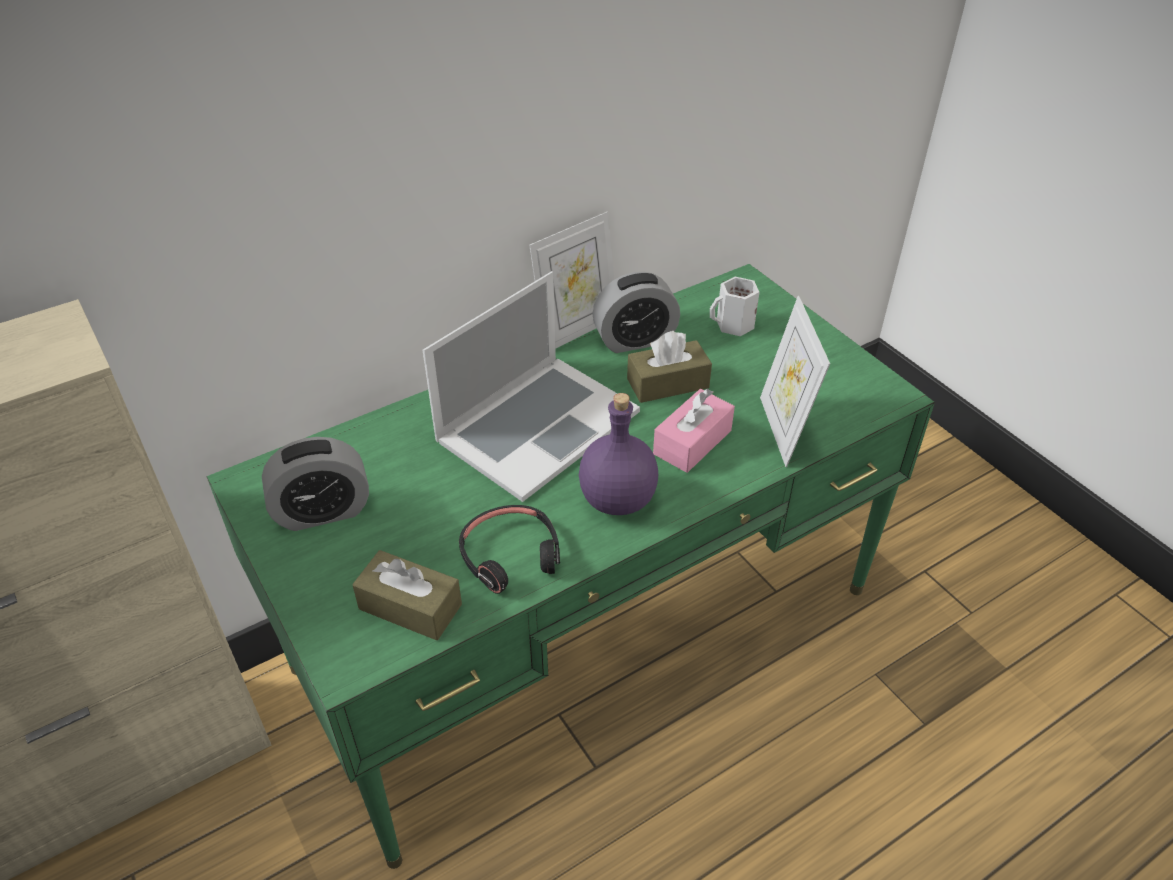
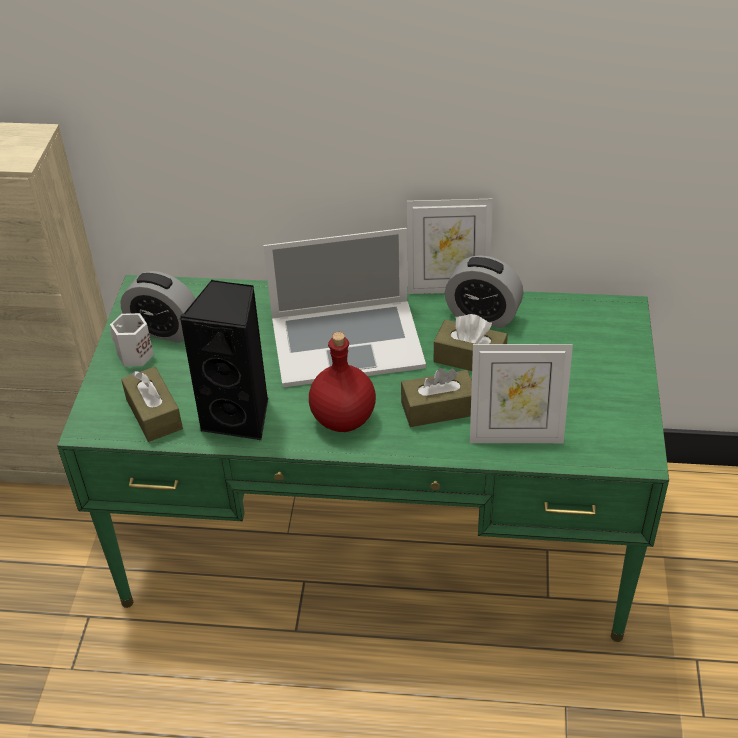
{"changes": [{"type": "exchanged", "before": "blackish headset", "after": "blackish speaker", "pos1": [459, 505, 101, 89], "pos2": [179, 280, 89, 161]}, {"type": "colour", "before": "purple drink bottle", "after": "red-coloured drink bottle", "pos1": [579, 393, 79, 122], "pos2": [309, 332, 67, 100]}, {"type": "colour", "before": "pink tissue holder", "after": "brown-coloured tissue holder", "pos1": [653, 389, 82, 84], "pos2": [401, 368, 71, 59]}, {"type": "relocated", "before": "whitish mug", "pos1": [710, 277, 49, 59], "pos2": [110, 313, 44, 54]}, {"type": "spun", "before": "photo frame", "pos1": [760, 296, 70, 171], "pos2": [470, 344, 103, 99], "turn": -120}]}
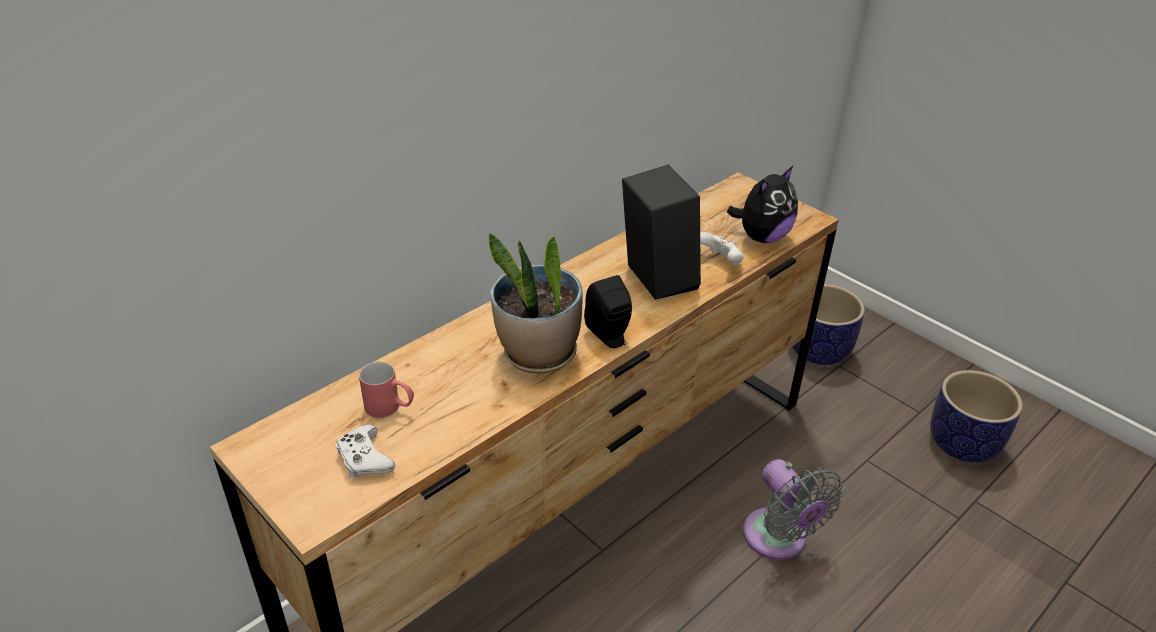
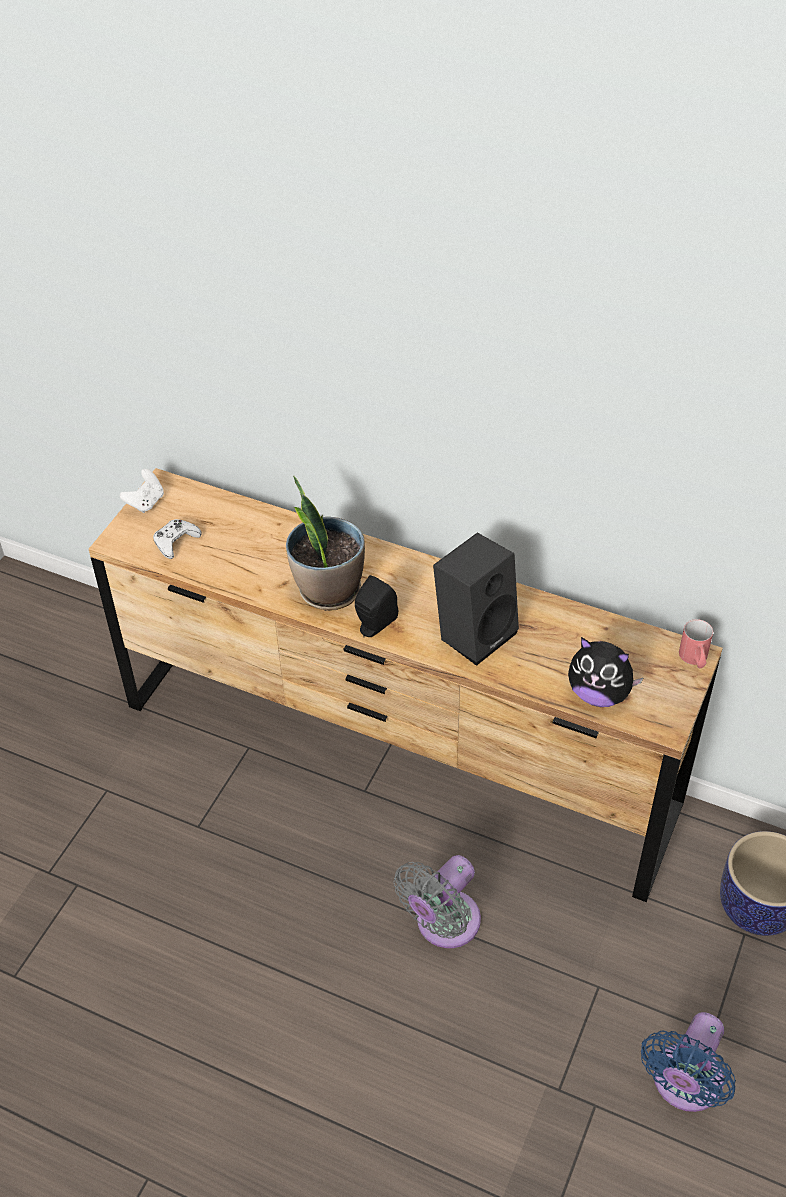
{"changes": [{"type": "relocated", "before": "red-coloured mug", "pos1": [359, 362, 55, 56], "pos2": [679, 619, 34, 49]}, {"type": "relocated", "before": "whitish joypad", "pos1": [700, 232, 44, 34], "pos2": [120, 469, 44, 44]}, {"type": "exchanged", "before": "planter", "after": "blue-coloured cooling fan", "pos1": [930, 370, 93, 93], "pos2": [641, 1012, 95, 100]}]}
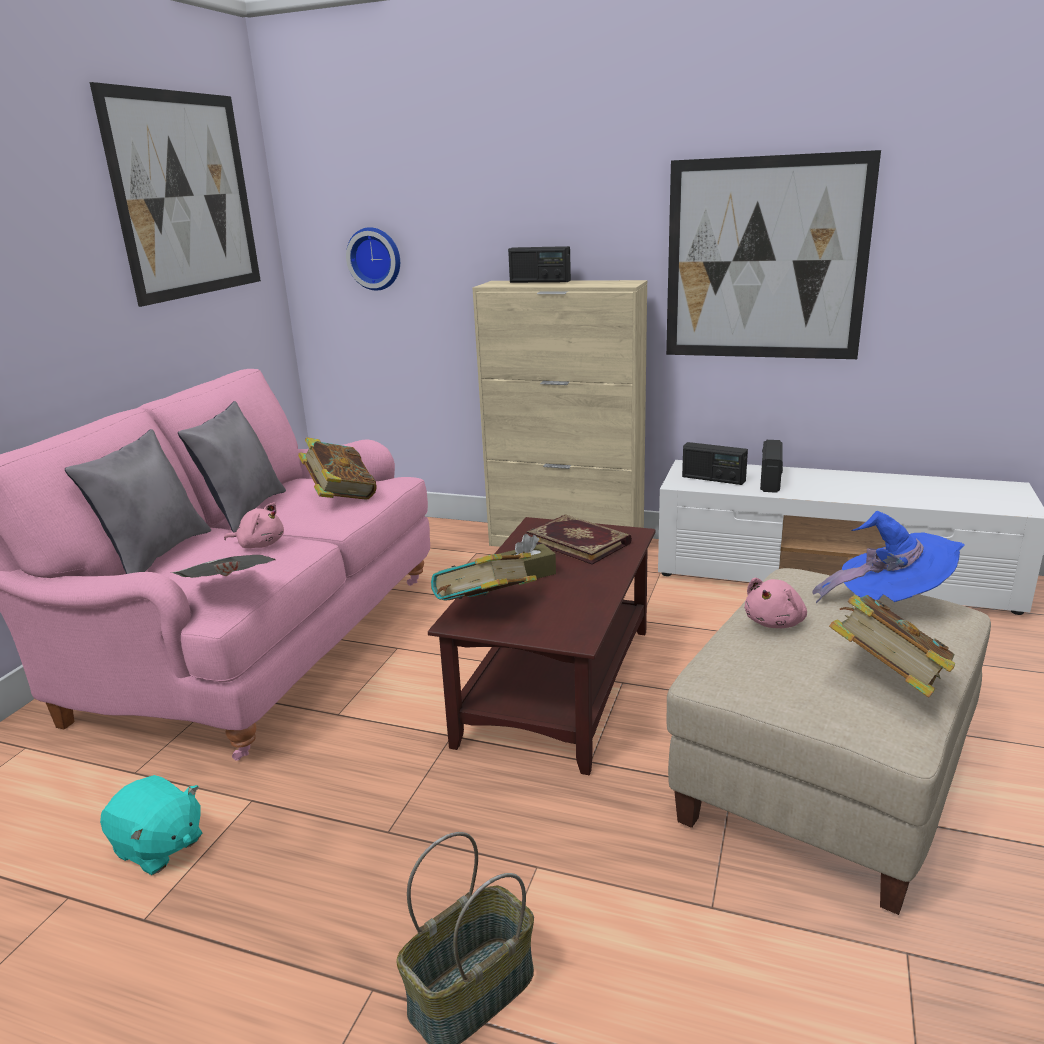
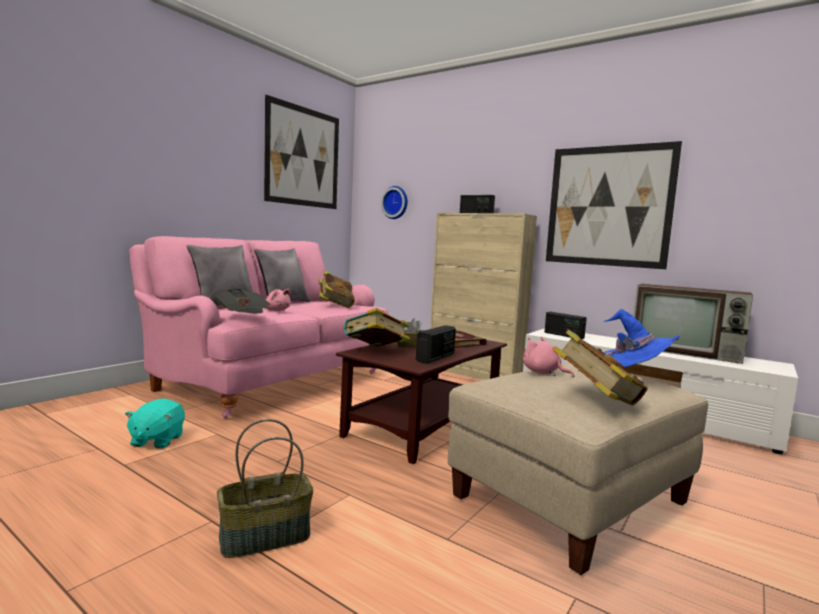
{"changes": [{"type": "spun", "before": "turquoise-coloured soft toy", "pos1": [100, 775, 102, 100], "pos2": [125, 398, 60, 51], "turn": 45}, {"type": "spun", "before": "pink soft toy", "pos1": [744, 578, 63, 50], "pos2": [523, 336, 51, 41], "turn": 75}, {"type": "relocated", "before": "radio receiver", "pos1": [760, 440, 23, 53], "pos2": [416, 325, 40, 39]}, {"type": "appeared", "after": "TV set", "pos2": [634, 284, 119, 80]}]}
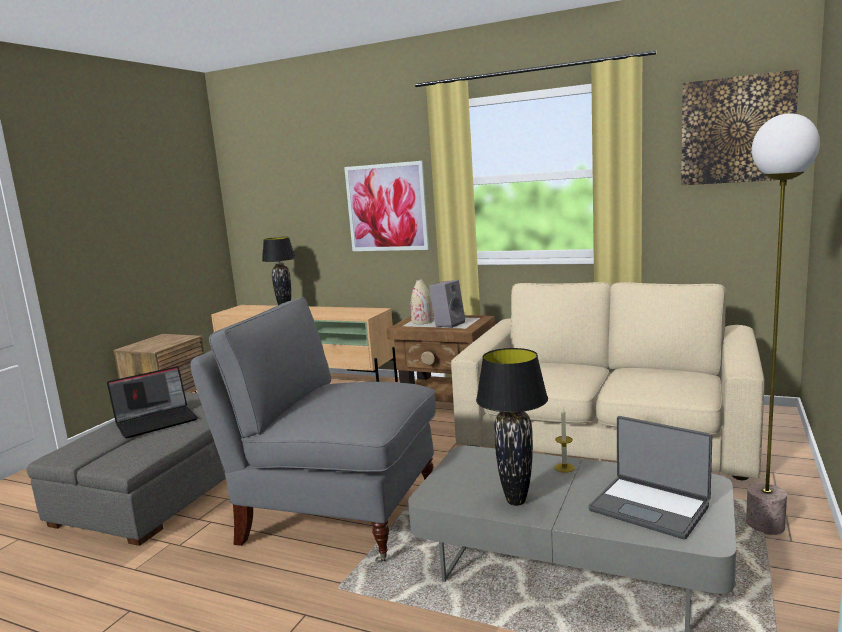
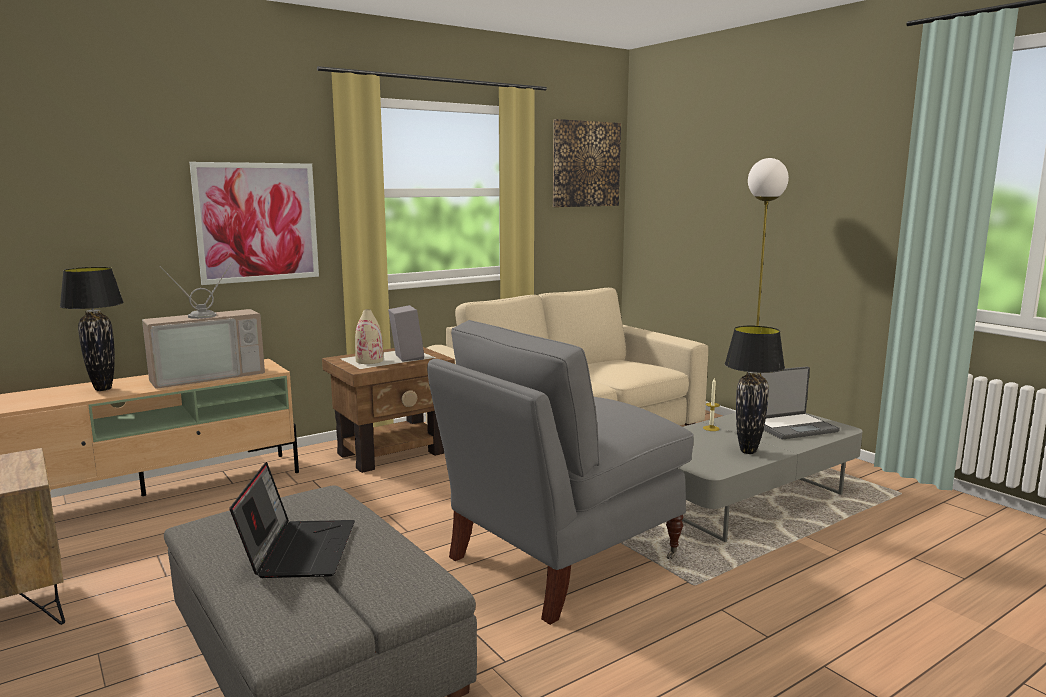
{"changes": [{"type": "appeared", "after": "TV set", "pos2": [142, 262, 123, 127]}]}
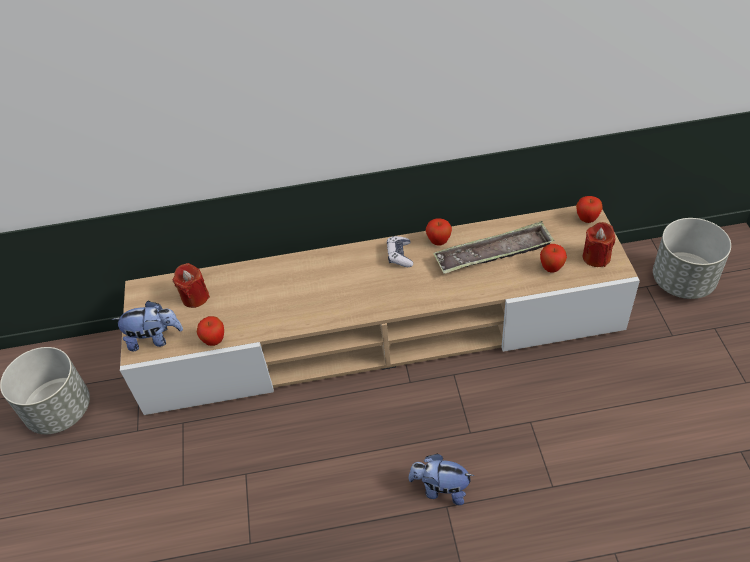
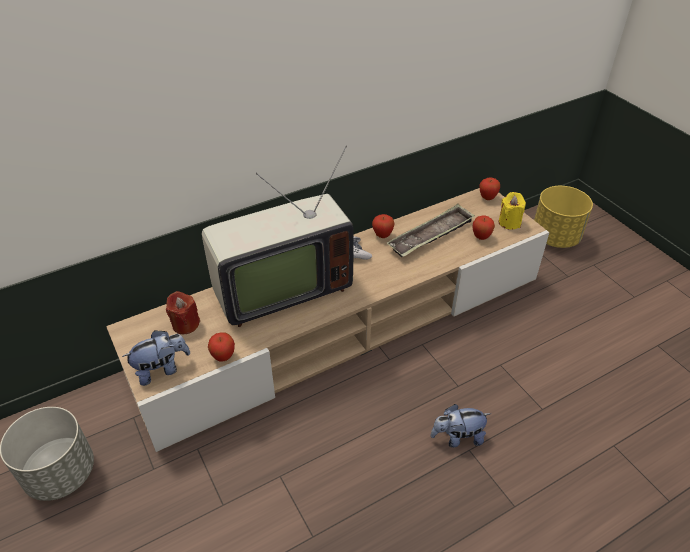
{"changes": [{"type": "colour", "before": "red-coloured candle", "after": "yellow-coloured candle", "pos1": [583, 222, 33, 45], "pos2": [499, 192, 27, 38]}, {"type": "colour", "before": "greyish planter", "after": "yellow-coloured planter", "pos1": [653, 218, 78, 81], "pos2": [534, 186, 59, 62]}, {"type": "appeared", "after": "TV set", "pos2": [202, 146, 152, 181]}]}
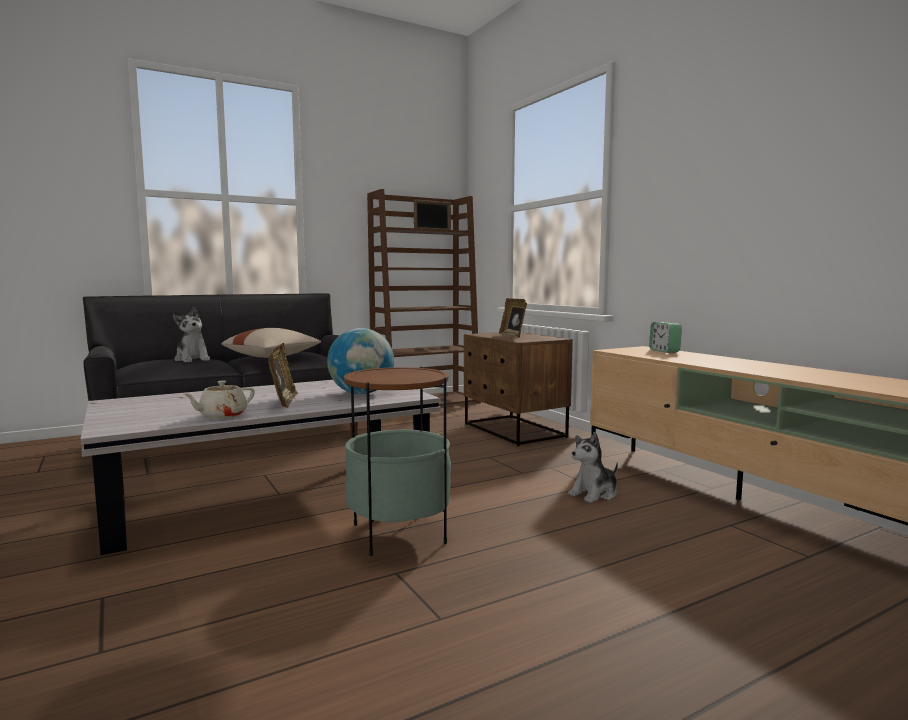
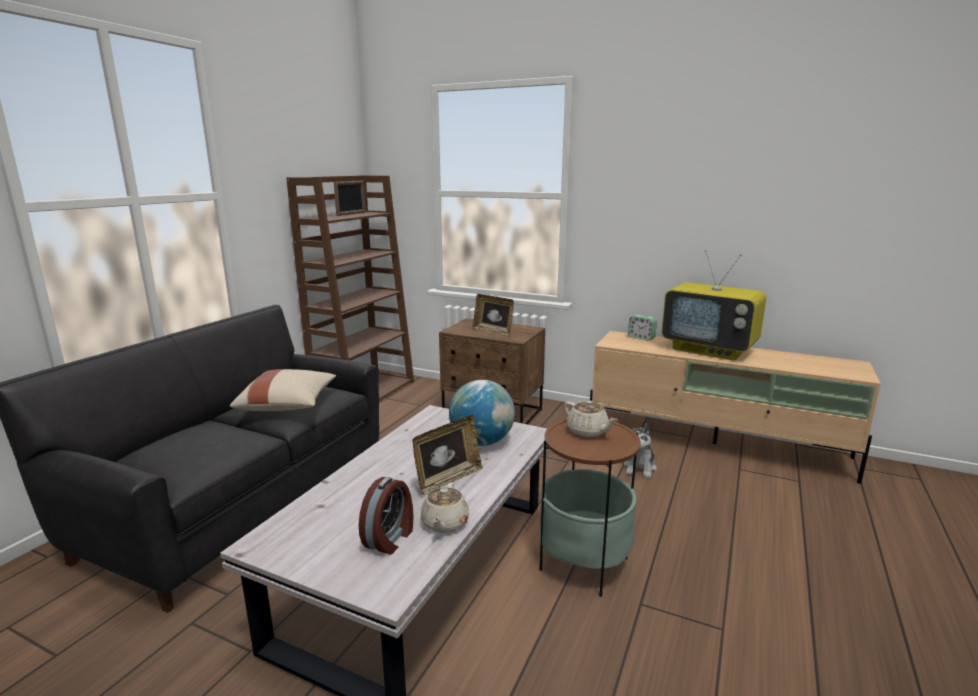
{"changes": [{"type": "missing", "before": "soft toy", "pos1": [173, 307, 37, 55]}, {"type": "spun", "before": "photo frame", "pos1": [268, 343, 30, 65], "pos2": [412, 415, 71, 80], "turn": 90}, {"type": "appeared", "after": "table clock", "pos2": [359, 477, 54, 77]}, {"type": "appeared", "after": "beige-coloured pot for tea", "pos2": [565, 400, 52, 38]}, {"type": "appeared", "after": "TV set", "pos2": [662, 250, 104, 110]}]}
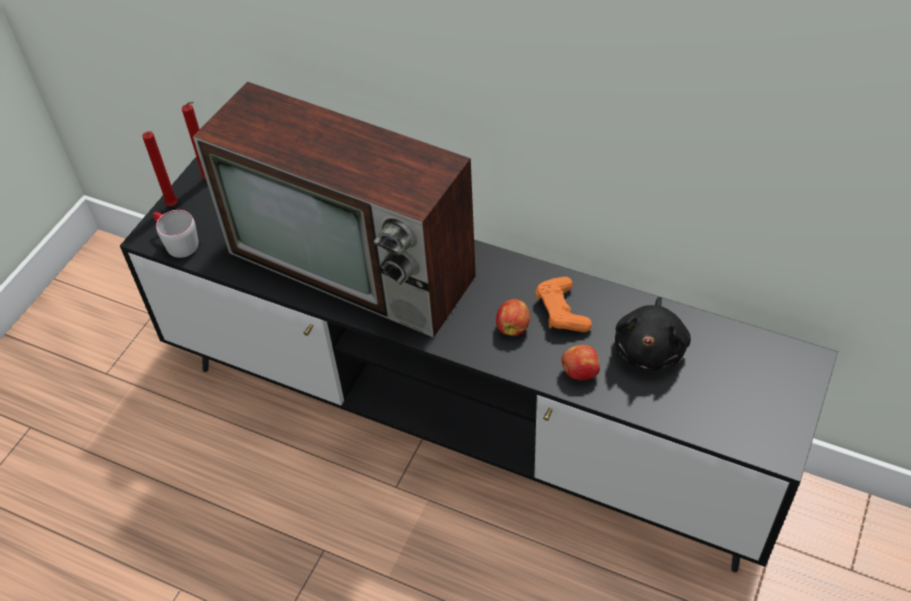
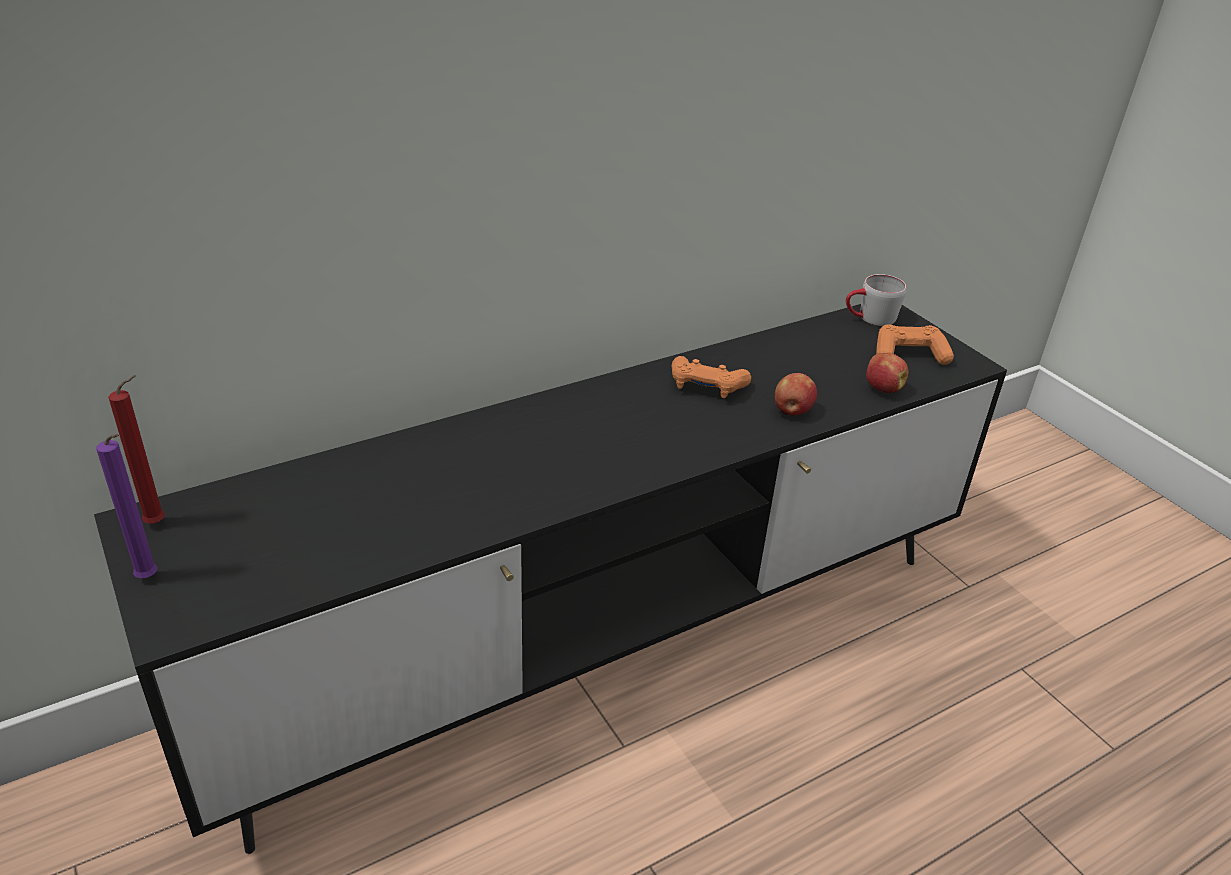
{"changes": [{"type": "colour", "before": "red-coloured candle", "after": "purple candle", "pos1": [142, 131, 36, 75], "pos2": [96, 434, 62, 144]}, {"type": "relocated", "before": "greyish mug", "pos1": [153, 210, 46, 48], "pos2": [846, 274, 60, 52]}, {"type": "missing", "before": "TV set", "pos1": [193, 81, 283, 257]}, {"type": "relocated", "before": "whole apple", "pos1": [496, 299, 34, 37], "pos2": [866, 353, 42, 40]}, {"type": "missing", "before": "blackish soft toy", "pos1": [615, 297, 76, 74]}, {"type": "appeared", "after": "orangey joypad", "pos2": [876, 324, 78, 41]}]}
